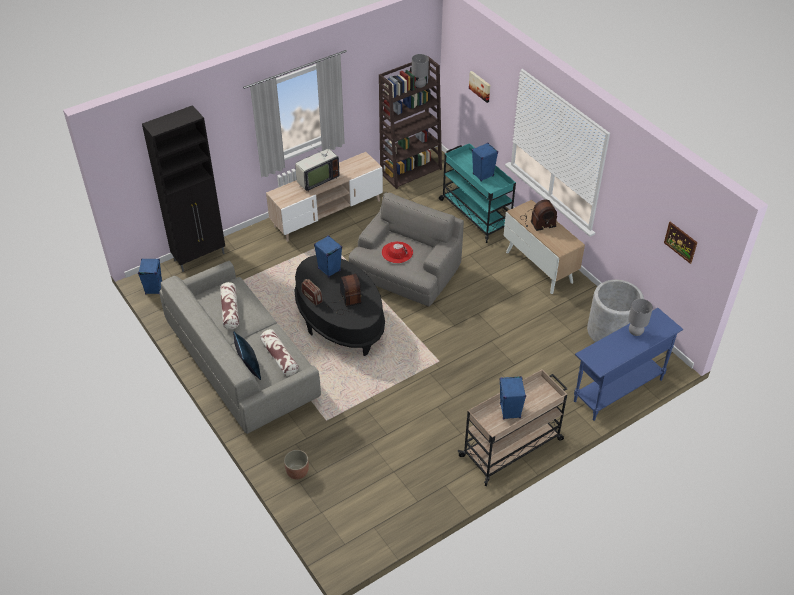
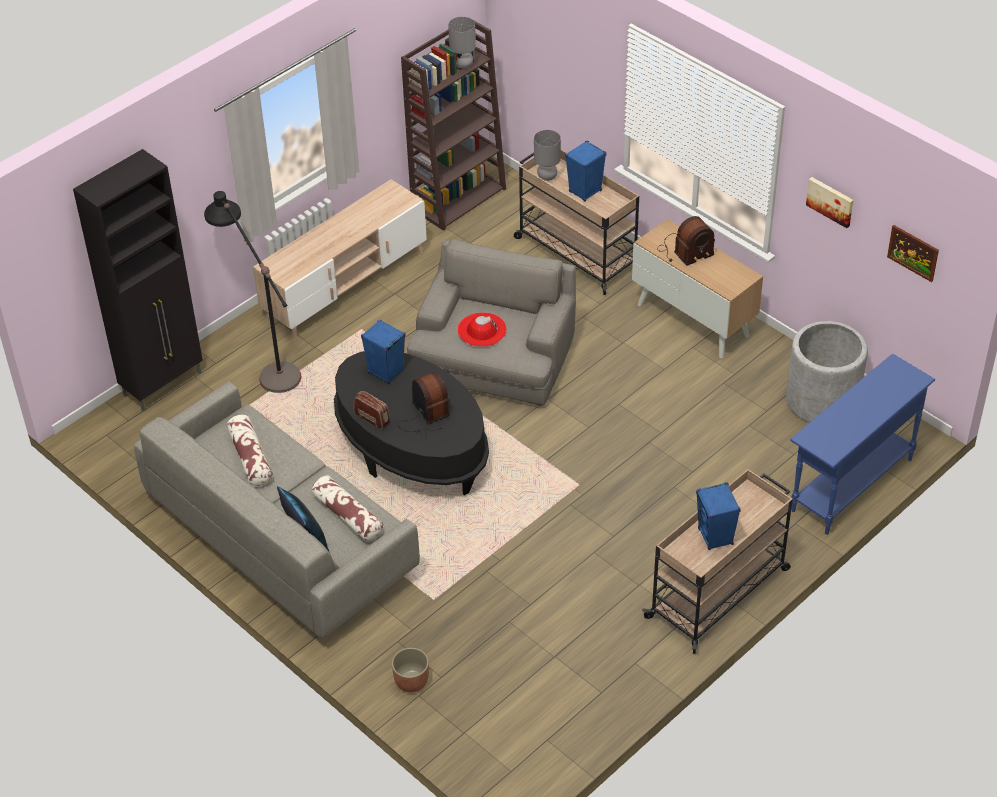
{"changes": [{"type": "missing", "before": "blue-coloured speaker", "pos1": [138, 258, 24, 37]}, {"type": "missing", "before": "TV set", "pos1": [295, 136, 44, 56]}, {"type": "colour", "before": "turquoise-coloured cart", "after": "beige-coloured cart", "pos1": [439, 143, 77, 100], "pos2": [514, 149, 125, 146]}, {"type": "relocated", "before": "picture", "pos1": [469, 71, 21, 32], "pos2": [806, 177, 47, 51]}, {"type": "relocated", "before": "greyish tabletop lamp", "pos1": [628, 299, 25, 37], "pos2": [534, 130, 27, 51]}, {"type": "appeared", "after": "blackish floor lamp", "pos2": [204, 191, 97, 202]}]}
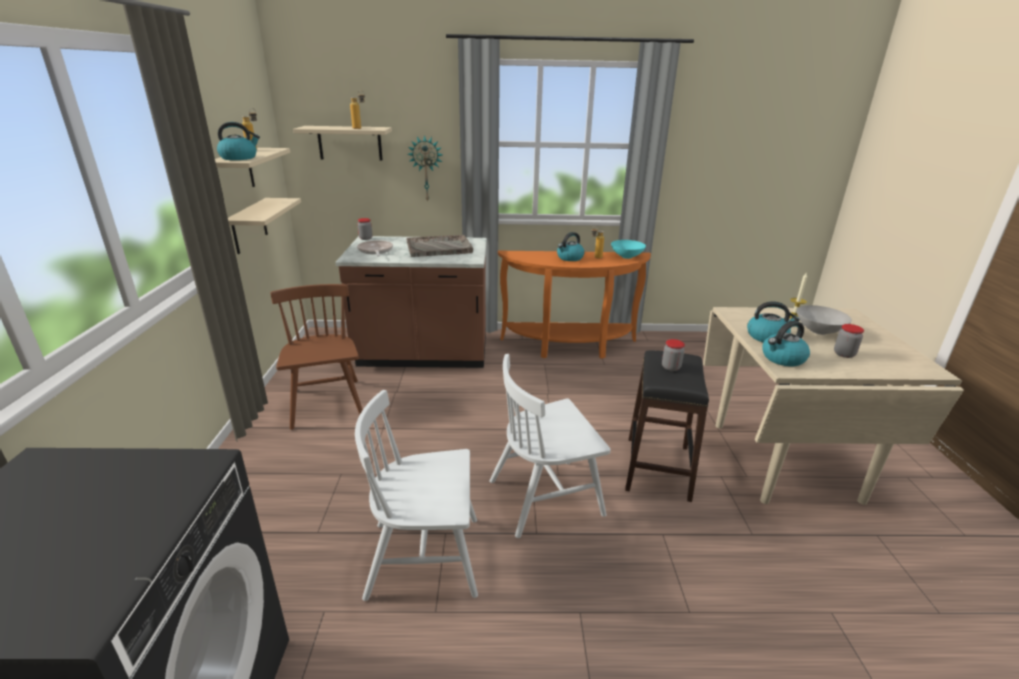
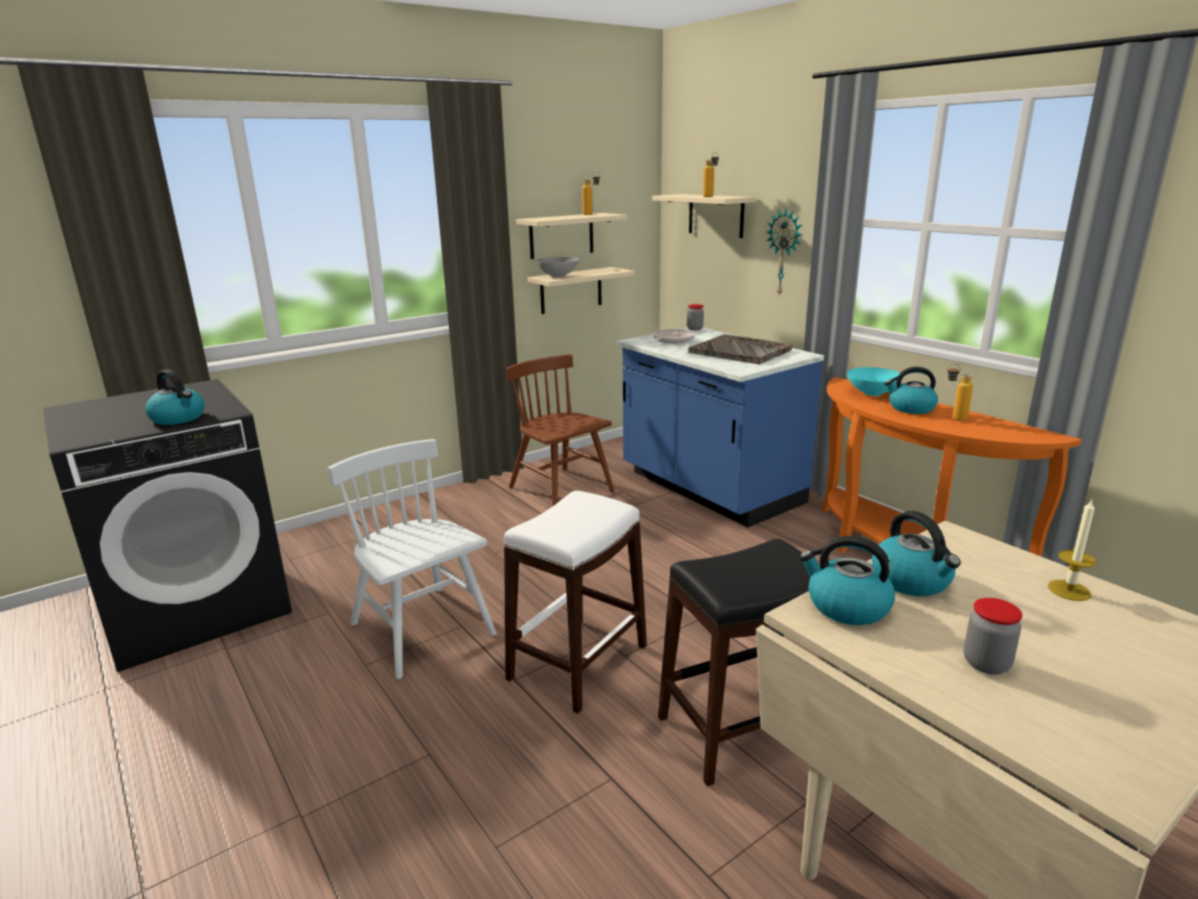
{"changes": [{"type": "relocated", "before": "tea kettle", "pos1": [217, 122, 43, 38], "pos2": [145, 369, 60, 56]}, {"type": "spun", "before": "brown-coloured upright chair", "pos1": [270, 284, 93, 146], "pos2": [506, 354, 109, 153], "turn": -75}, {"type": "colour", "before": "brown-coloured kitchen base unit", "after": "blue-coloured kitchen base unit", "pos1": [335, 236, 152, 132], "pos2": [617, 327, 207, 200]}, {"type": "exchanged", "before": "whitish upright chair", "after": "whitish stool seat", "pos1": [489, 354, 122, 184], "pos2": [504, 491, 143, 223]}, {"type": "relocated", "before": "turquoise-coloured serving bowl", "pos1": [611, 240, 35, 19], "pos2": [847, 367, 56, 29]}, {"type": "missing", "before": "storage jar", "pos1": [662, 339, 23, 32]}, {"type": "relocated", "before": "greyish serving bowl", "pos1": [797, 305, 55, 30], "pos2": [536, 257, 43, 20]}]}
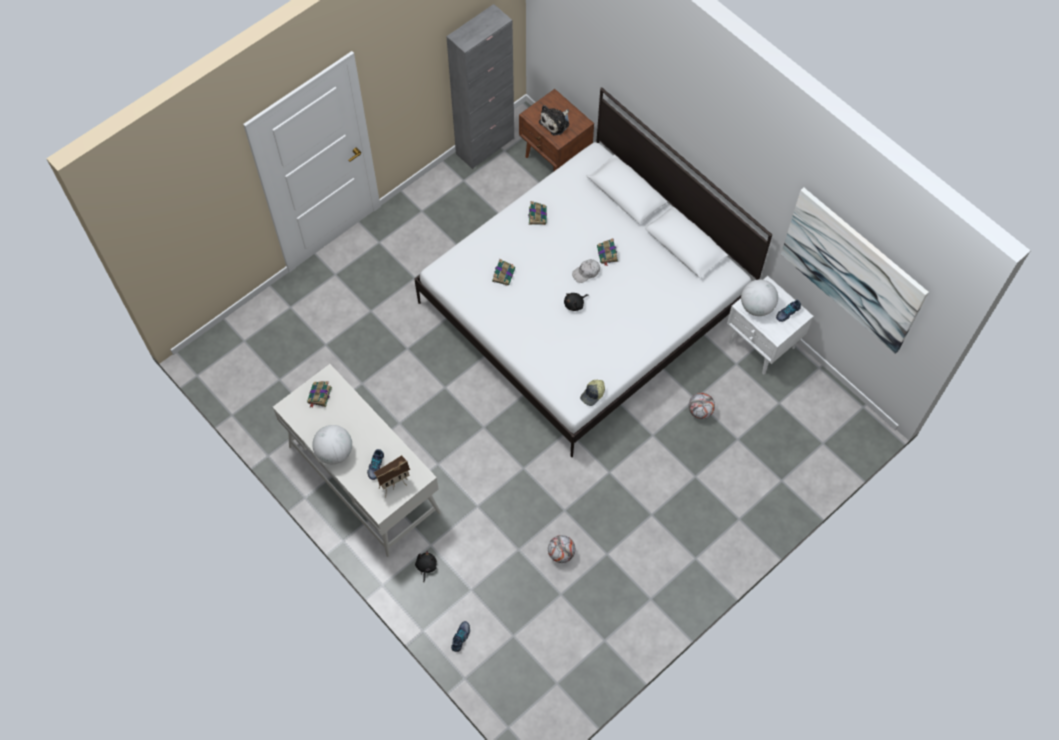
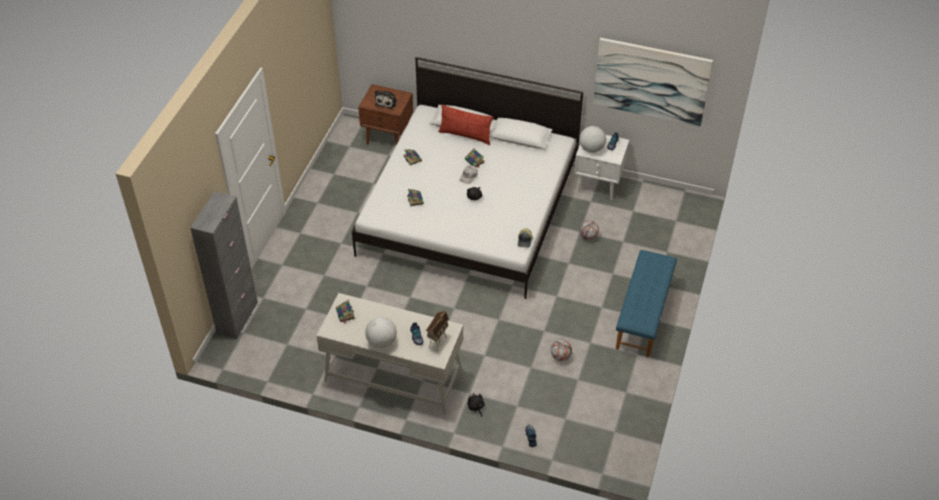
{"changes": [{"type": "relocated", "before": "greyish cupboard", "pos1": [446, 4, 68, 165], "pos2": [190, 191, 68, 148]}, {"type": "appeared", "after": "cushion", "pos2": [438, 104, 55, 41]}, {"type": "appeared", "after": "blue-coloured indoor bench", "pos2": [616, 250, 61, 107]}]}
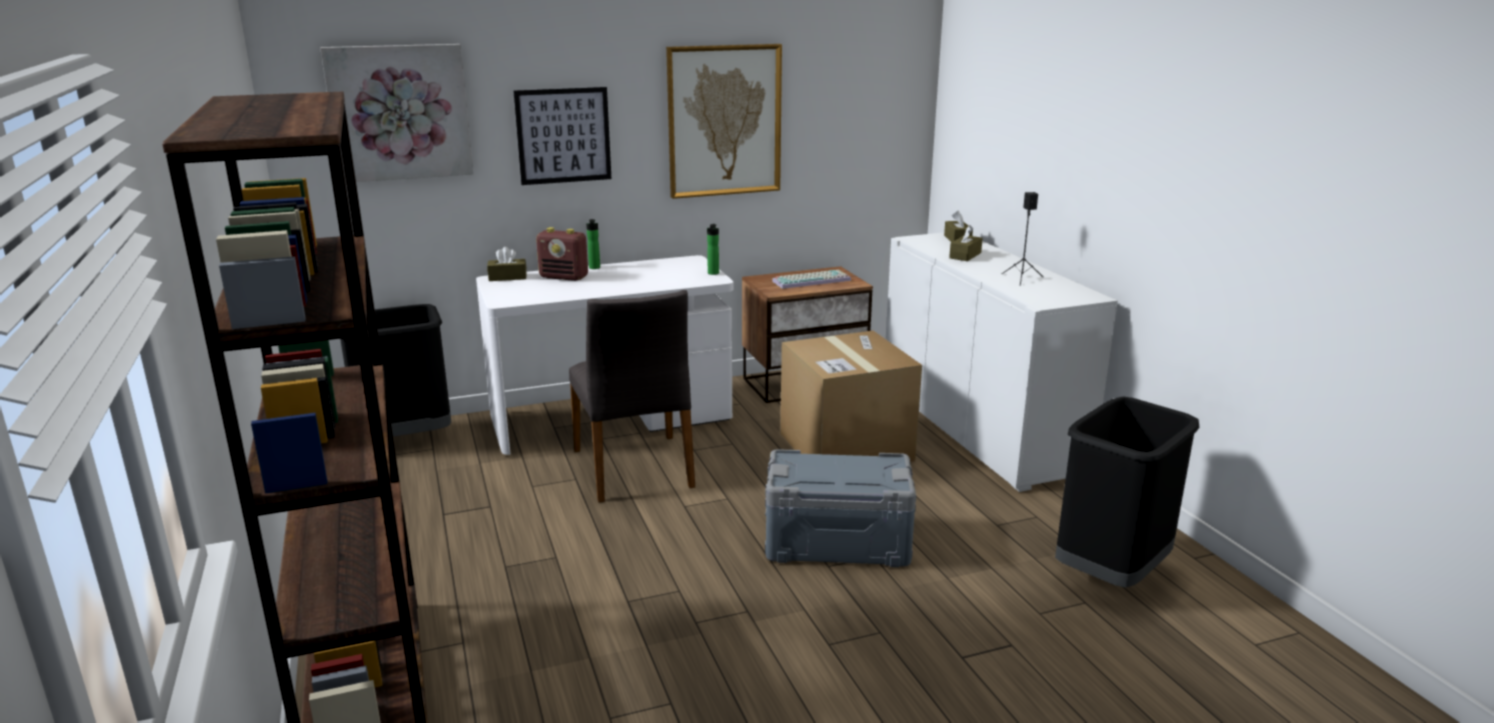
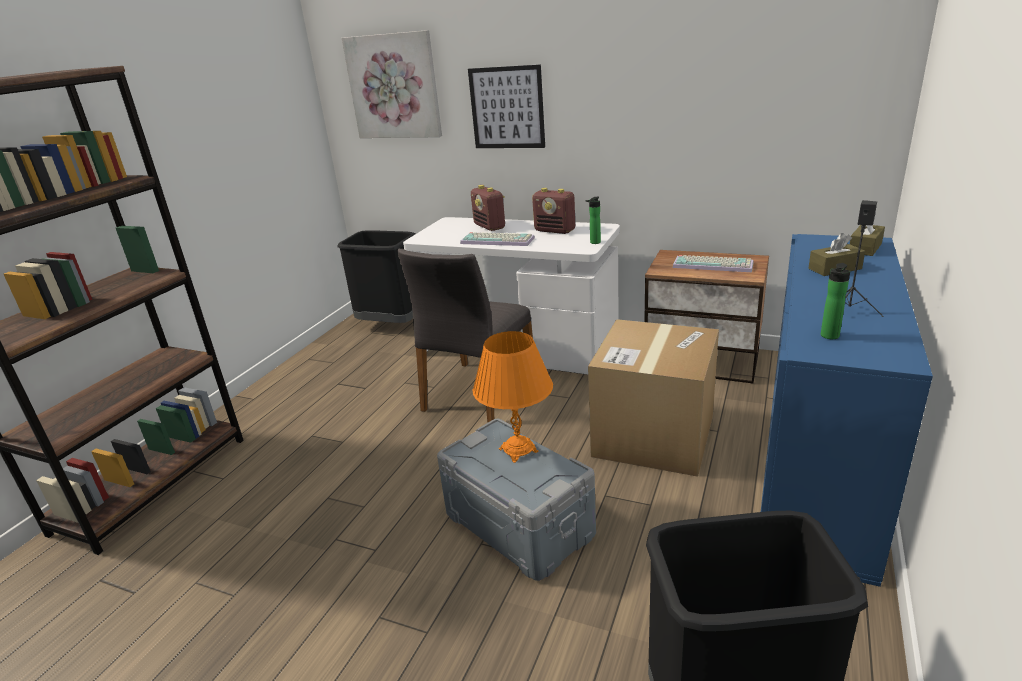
{"changes": [{"type": "missing", "before": "brown-coloured tissue holder", "pos1": [487, 247, 40, 34]}, {"type": "relocated", "before": "drink bottle", "pos1": [586, 219, 14, 50], "pos2": [821, 263, 29, 76]}, {"type": "missing", "before": "picture", "pos1": [666, 44, 116, 155]}, {"type": "colour", "before": "whitish cupboard", "after": "blue-coloured cupboard", "pos1": [886, 232, 232, 260], "pos2": [761, 234, 172, 353]}, {"type": "appeared", "after": "computer keyboard", "pos2": [460, 232, 75, 14]}, {"type": "appeared", "after": "orangey tabletop lamp", "pos2": [473, 331, 80, 132]}, {"type": "appeared", "after": "radio receiver", "pos2": [532, 188, 43, 46]}]}
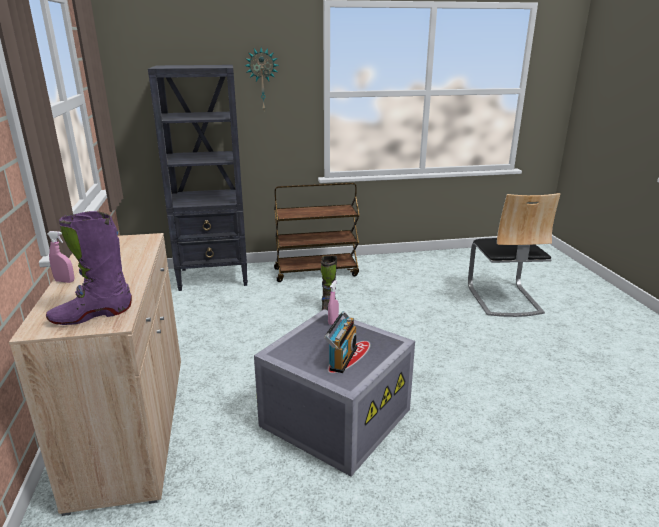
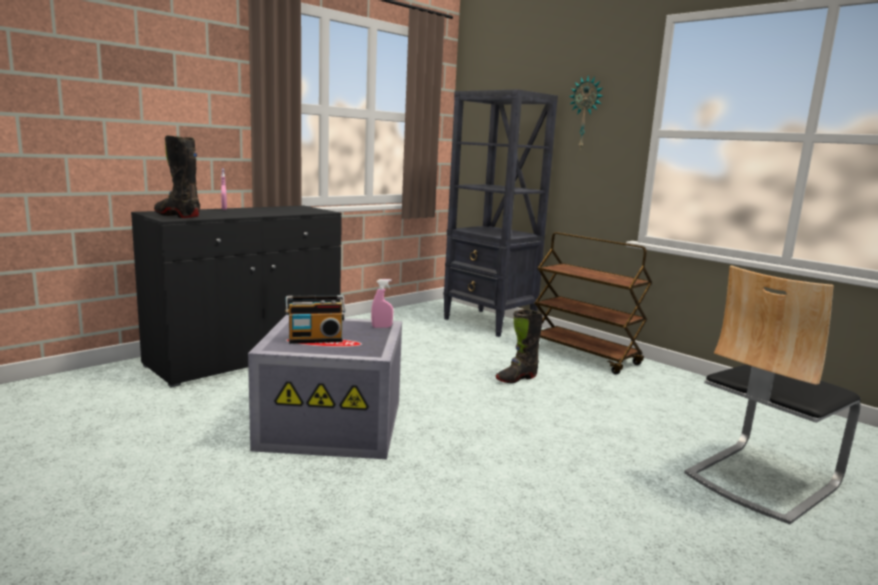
{"changes": [{"type": "colour", "before": "beige-coloured cupboard", "after": "blackish cupboard", "pos1": [9, 233, 172, 283], "pos2": [131, 206, 211, 181]}, {"type": "colour", "before": "purple high-top boot", "after": "blackish high-top boot", "pos1": [46, 211, 86, 114], "pos2": [154, 135, 46, 83]}]}
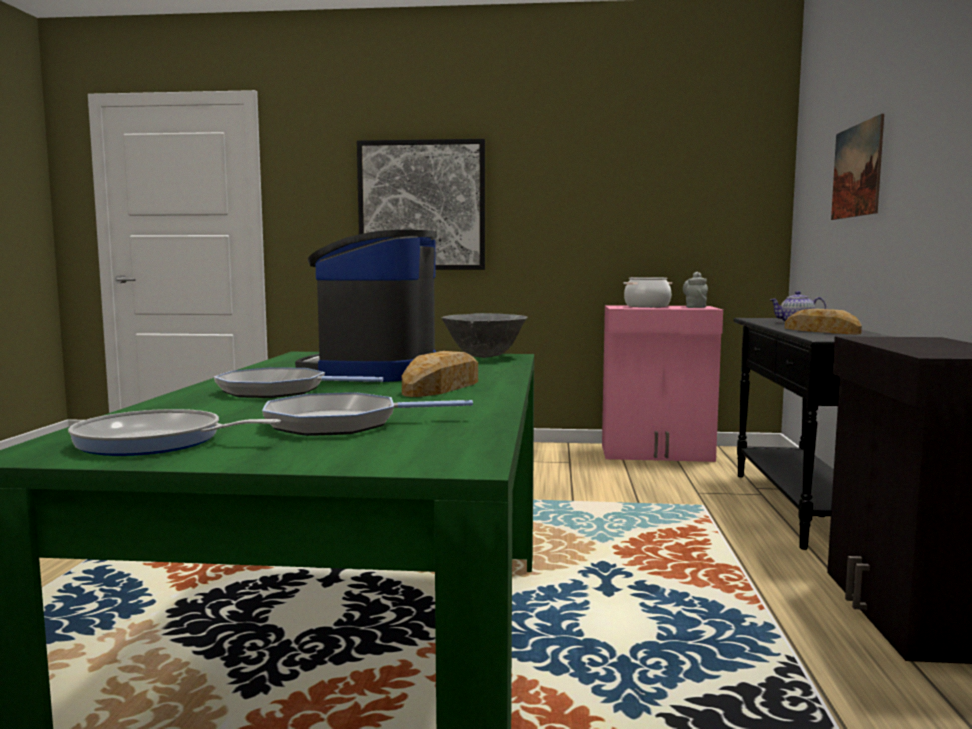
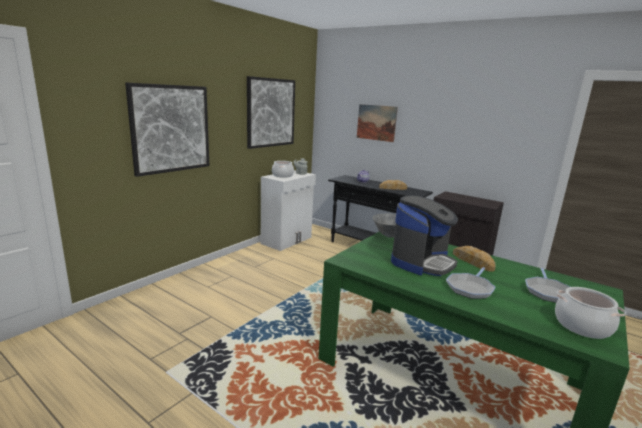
{"changes": [{"type": "exchanged", "before": "frying pan", "after": "saucepot", "pos1": [68, 409, 213, 47], "pos2": [555, 287, 71, 52]}, {"type": "spun", "before": "coffee machine", "pos1": [295, 230, 142, 152], "pos2": [391, 196, 67, 80], "turn": -90}, {"type": "colour", "before": "pink cupboard", "after": "whitish cupboard", "pos1": [602, 305, 121, 157], "pos2": [261, 170, 55, 81]}, {"type": "appeared", "after": "picture", "pos2": [247, 76, 48, 73]}]}
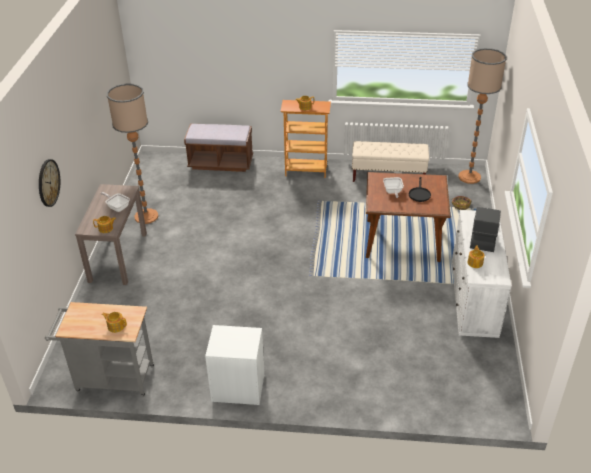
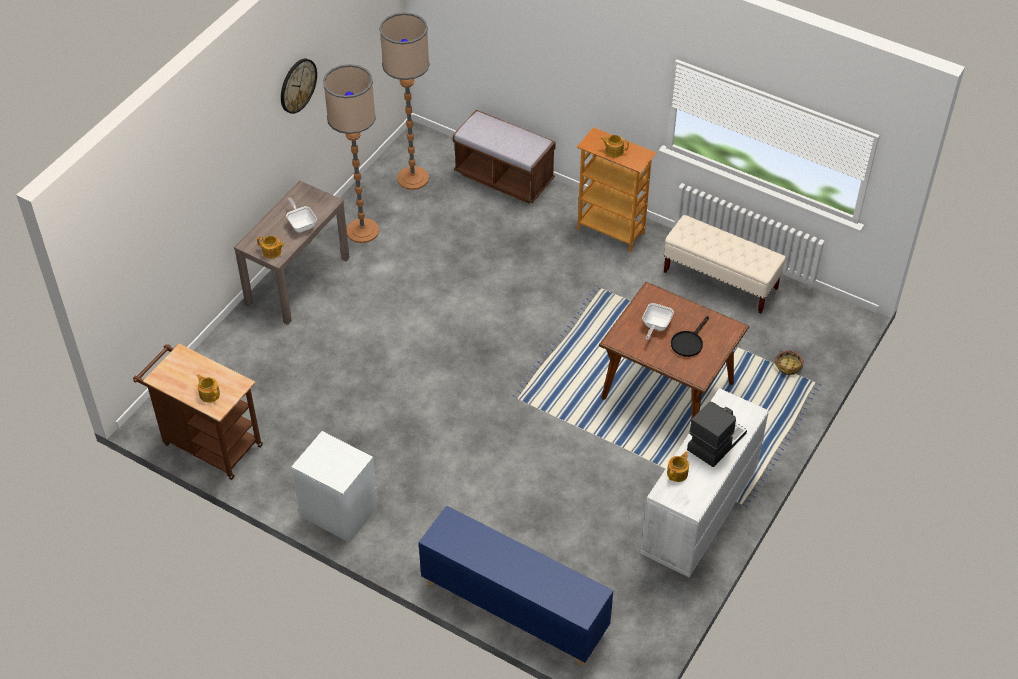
{"changes": [{"type": "relocated", "before": "clock on the wall", "pos1": [39, 159, 21, 48], "pos2": [281, 59, 36, 55]}, {"type": "colour", "before": "greyish cart", "after": "brown-coloured cart", "pos1": [45, 302, 109, 95], "pos2": [133, 344, 130, 136]}, {"type": "relocated", "before": "floor lamp", "pos1": [458, 48, 49, 136], "pos2": [379, 12, 51, 178]}, {"type": "appeared", "after": "blue-coloured cupboard", "pos2": [419, 505, 195, 162]}]}
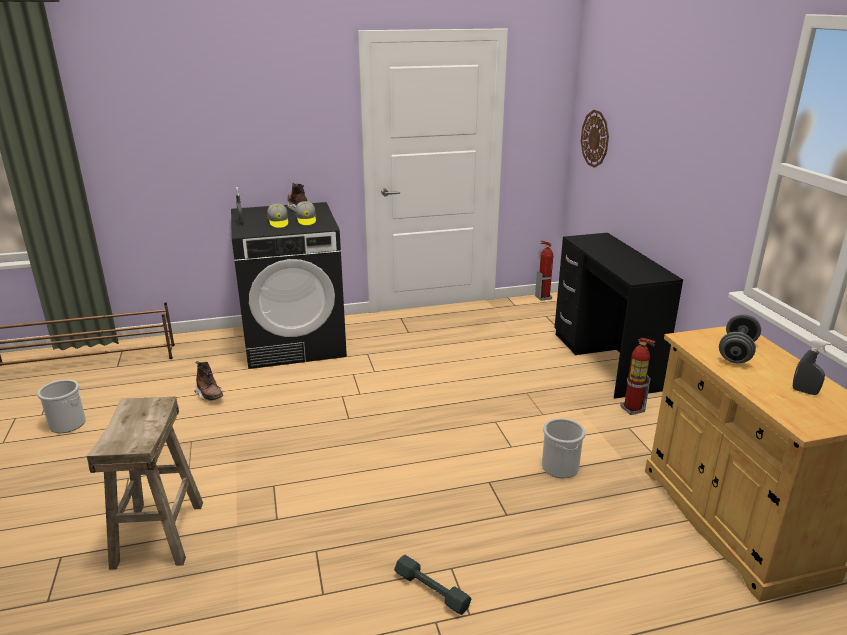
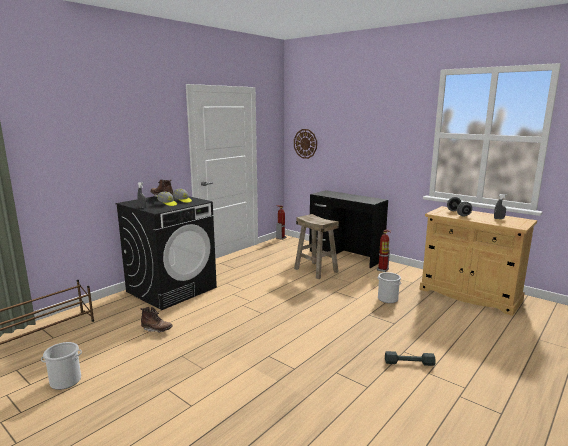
{"changes": [{"type": "relocated", "before": "beige-coloured stool seat", "pos1": [87, 397, 116, 173], "pos2": [294, 214, 45, 65]}]}
